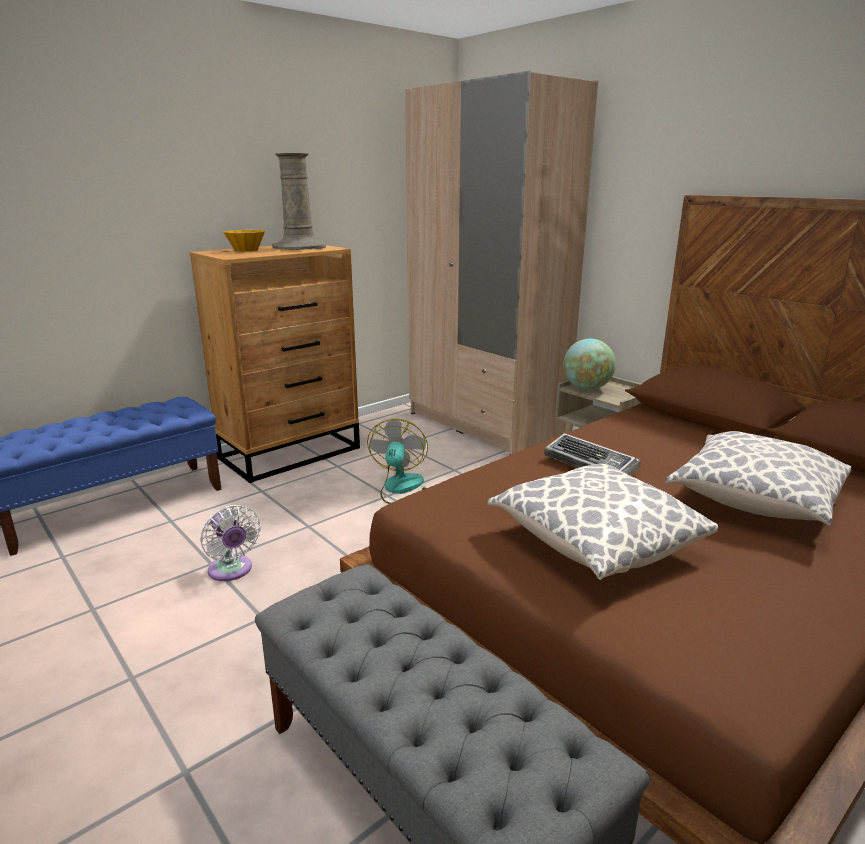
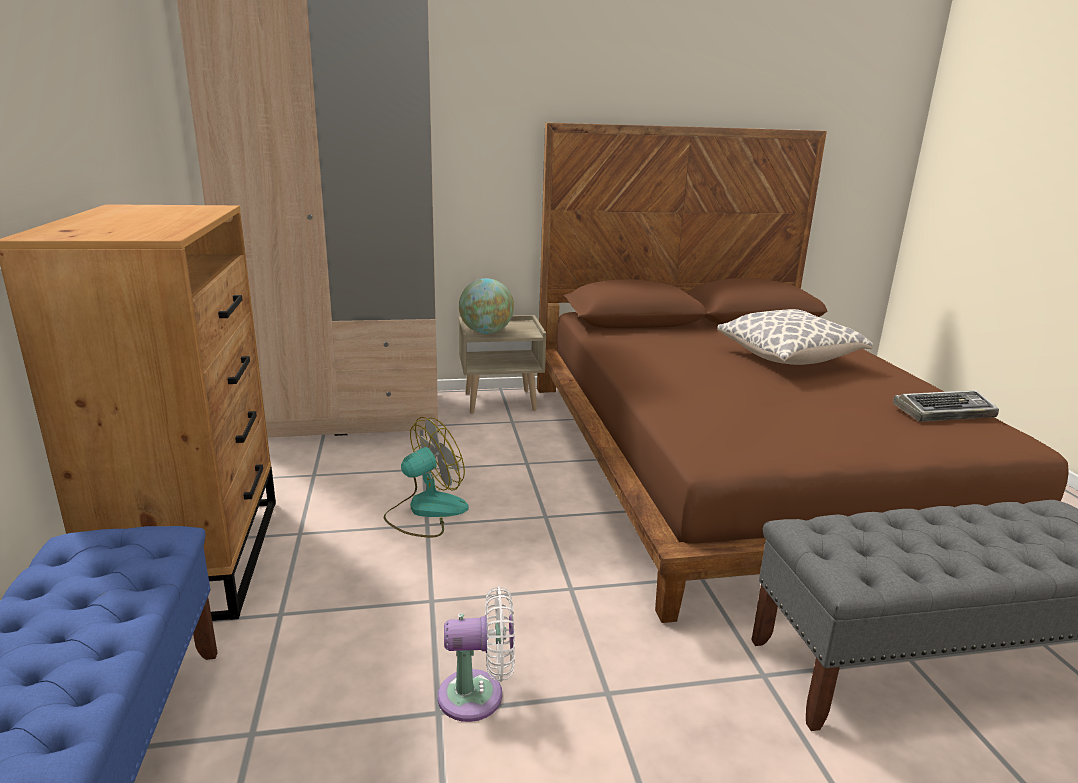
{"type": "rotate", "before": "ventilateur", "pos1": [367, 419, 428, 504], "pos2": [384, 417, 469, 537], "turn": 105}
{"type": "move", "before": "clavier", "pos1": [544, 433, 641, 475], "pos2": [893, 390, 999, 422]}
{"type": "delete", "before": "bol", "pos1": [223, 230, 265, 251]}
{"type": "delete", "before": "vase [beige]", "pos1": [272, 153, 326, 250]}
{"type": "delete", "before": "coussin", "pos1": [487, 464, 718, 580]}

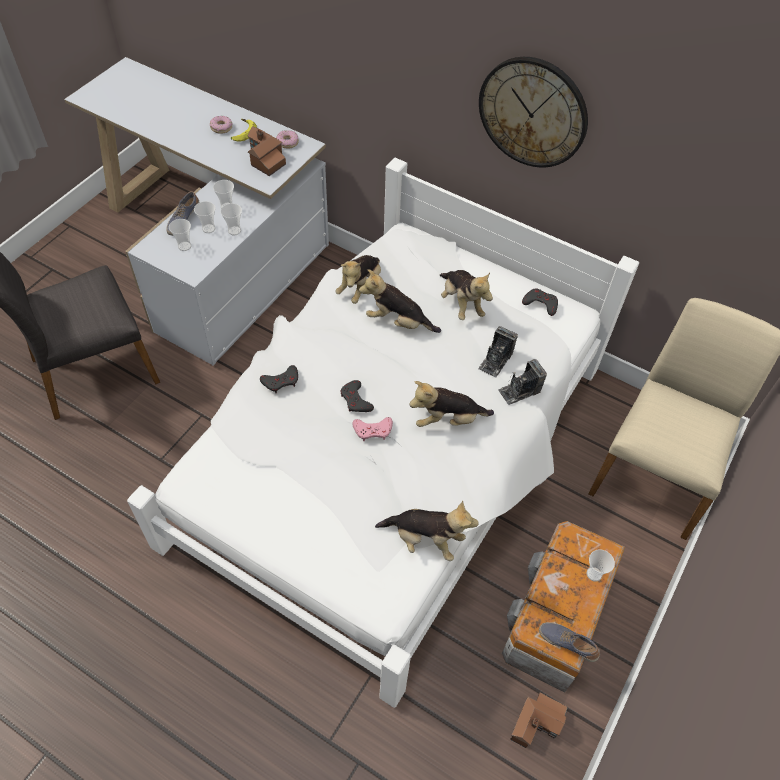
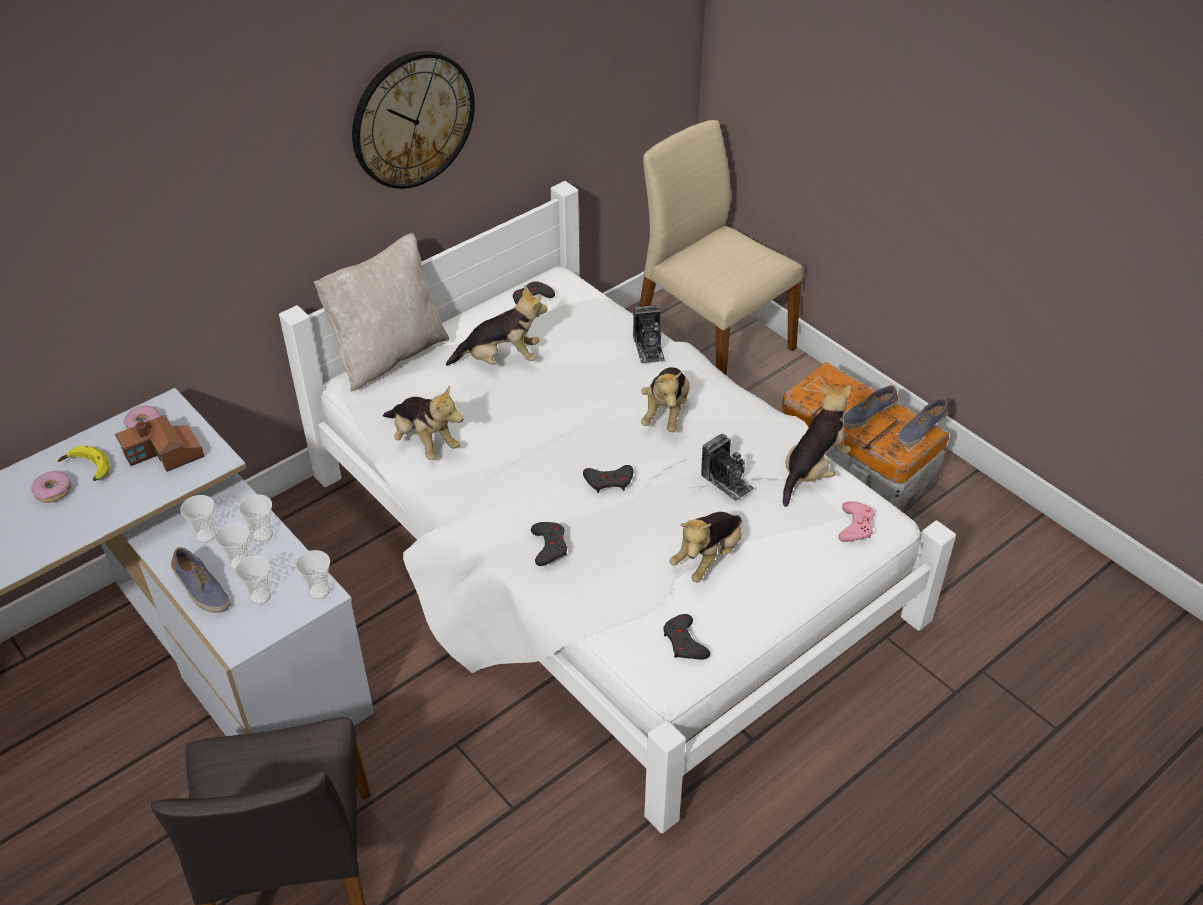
{"type": "move", "before": "tasse", "pos1": [587, 549, 615, 582], "pos2": [295, 550, 330, 599]}
{"type": "insert", "after": "coussin [beige]", "pos2": [314, 233, 449, 391]}
{"type": "insert", "after": "manette [gris]", "pos2": [663, 614, 710, 660]}
{"type": "move", "before": "peluche", "pos1": [359, 269, 441, 333], "pos2": [670, 512, 742, 582]}
{"type": "move", "before": "appareil photo", "pos1": [478, 326, 518, 378], "pos2": [701, 434, 754, 501]}
{"type": "move", "before": "manette [rose]", "pos1": [352, 417, 393, 441], "pos2": [838, 501, 875, 542]}
{"type": "insert", "after": "chaussure", "pos2": [843, 385, 898, 429]}
{"type": "delete", "before": "maison miniature", "pos1": [510, 693, 568, 748]}

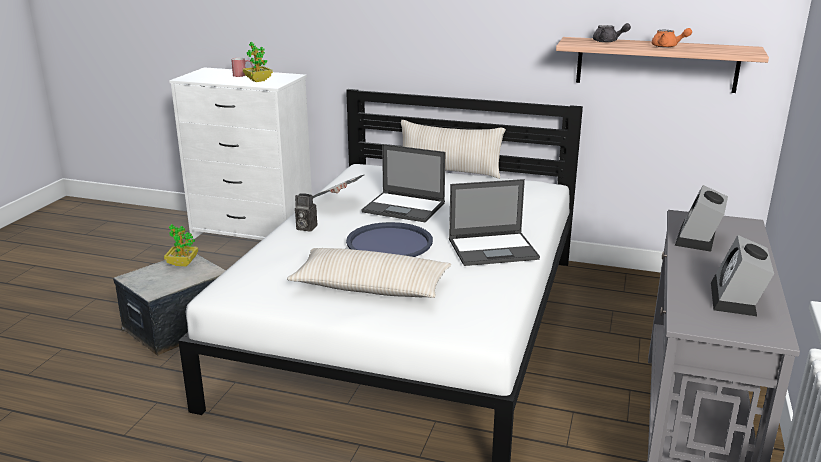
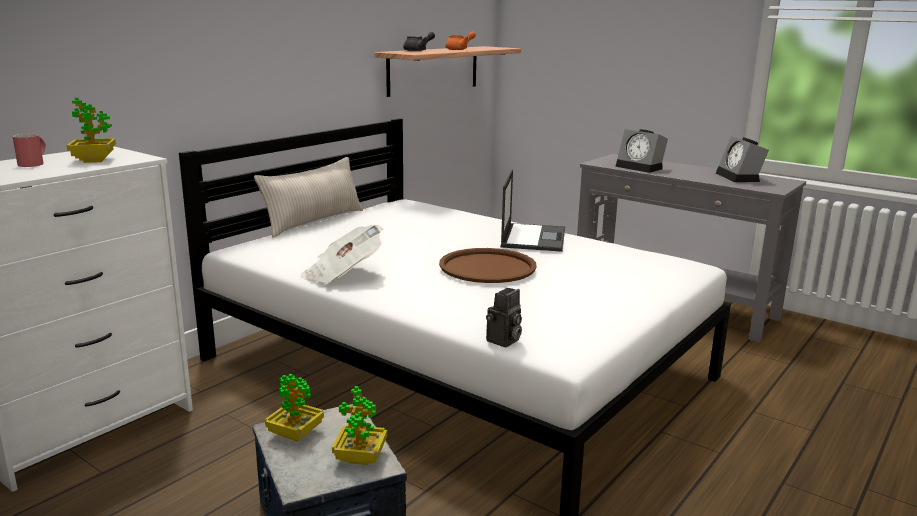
{"type": "insert", "after": "plante en pot", "pos2": [332, 386, 387, 465]}
{"type": "recolor", "before": "plateau [bleu]", "after": "plateau [marron]", "pos1": [346, 222, 433, 257], "pos2": [439, 248, 537, 283]}
{"type": "move", "before": "appareil photo", "pos1": [295, 193, 317, 232], "pos2": [486, 288, 522, 347]}
{"type": "rotate", "before": "réveil", "pos1": [711, 235, 774, 316], "pos2": [716, 136, 769, 182], "turn": 45}
{"type": "delete", "before": "coussin [beige]", "pos1": [287, 248, 451, 298]}
{"type": "delete", "before": "ordinateur portable", "pos1": [362, 144, 445, 222]}

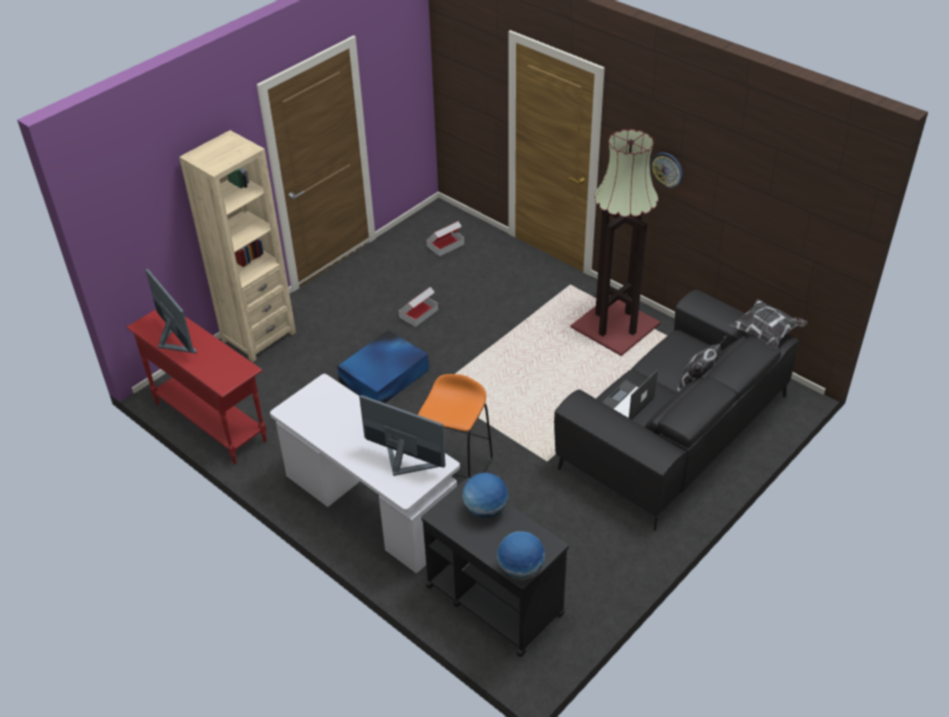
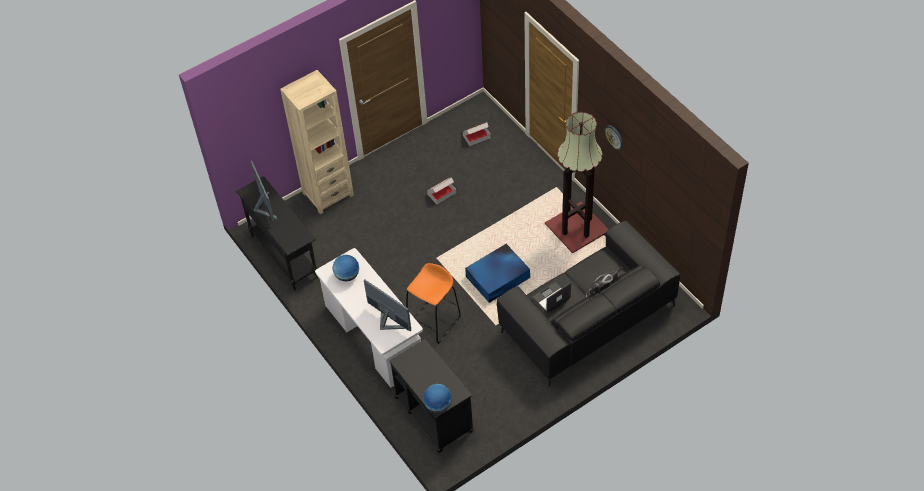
{"type": "recolor", "before": "table console [rouge]", "after": "table console [noir]", "pos1": [126, 309, 267, 464], "pos2": [236, 176, 318, 291]}
{"type": "move", "before": "globe", "pos1": [462, 472, 508, 519], "pos2": [333, 255, 359, 281]}
{"type": "move", "before": "boîte de rangement [bleu]", "pos1": [337, 330, 429, 403], "pos2": [465, 244, 530, 303]}
{"type": "delete", "before": "coussin", "pos1": [728, 299, 808, 350]}

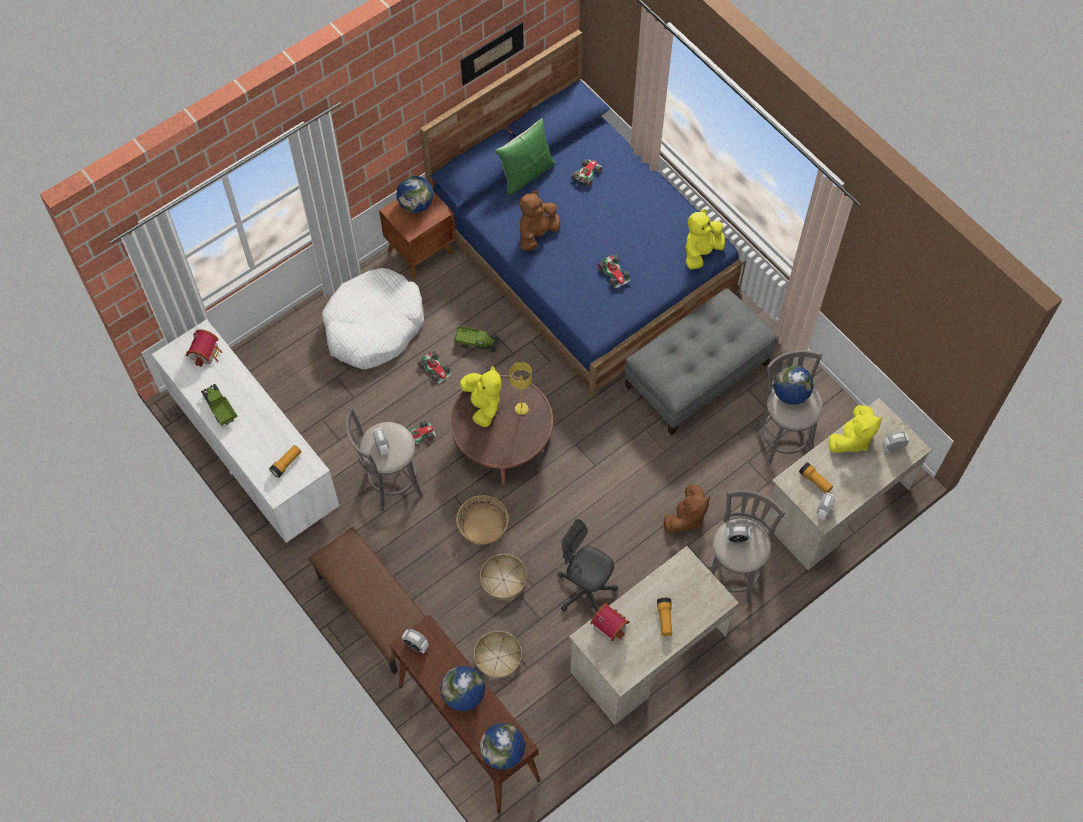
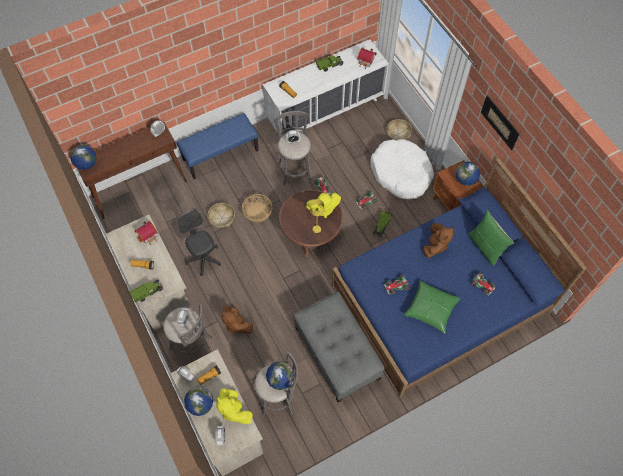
{"type": "insert", "after": "camion jouet", "pos2": [130, 280, 163, 303]}
{"type": "recolor", "before": "banc [marron]", "after": "banc [bleu]", "pos1": [309, 527, 426, 674], "pos2": [177, 113, 259, 179]}
{"type": "rotate", "before": "chaise de bureau [gris]", "pos1": [558, 519, 618, 615], "pos2": [178, 208, 221, 276], "turn": -75}
{"type": "move", "before": "globe", "pos1": [440, 666, 485, 711], "pos2": [184, 386, 213, 416]}
{"type": "move", "before": "panier", "pos1": [474, 631, 522, 679], "pos2": [386, 119, 412, 141]}
{"type": "insert", "after": "coussin [vert]", "pos2": [404, 281, 460, 334]}
{"type": "rotate", "before": "peluche [marron]", "pos1": [519, 191, 560, 251], "pos2": [423, 223, 454, 258], "turn": 60}
{"type": "move", "before": "tableau", "pos1": [460, 22, 523, 86], "pos2": [481, 95, 520, 150]}
{"type": "delete", "before": "peluche [jaune]", "pos1": [686, 209, 725, 270]}

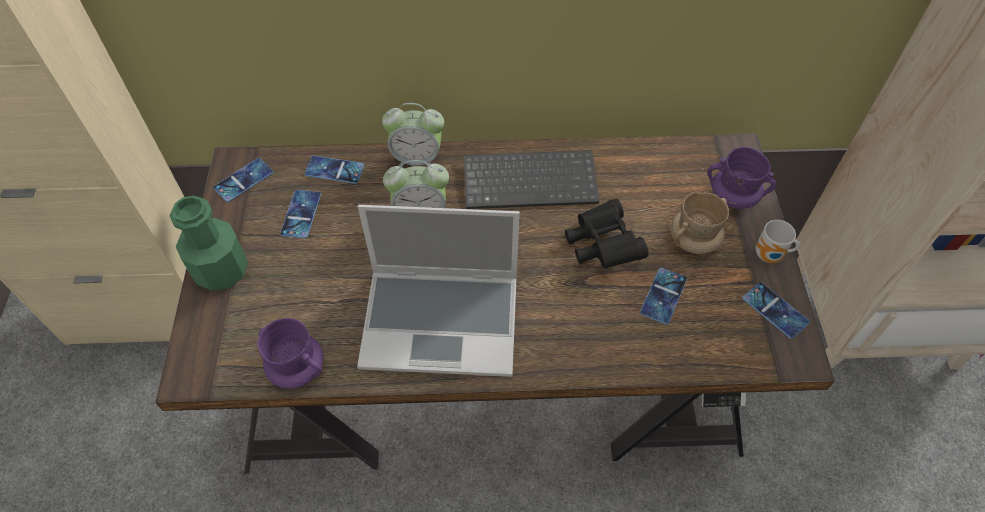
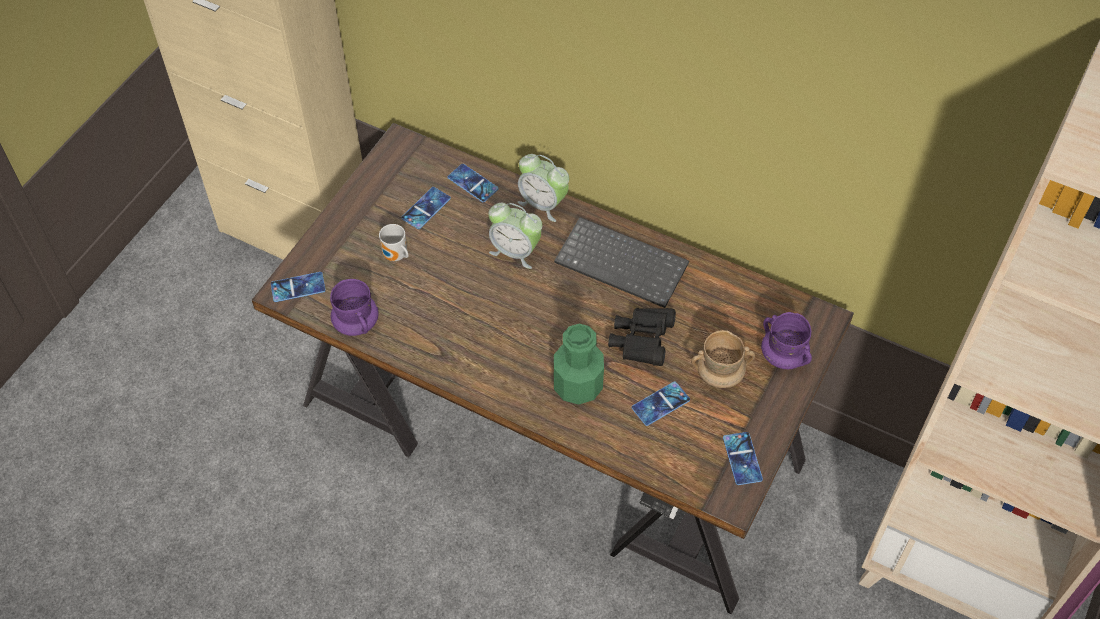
{"type": "move", "before": "téléphone", "pos1": [213, 158, 273, 202], "pos2": [271, 272, 326, 302]}
{"type": "move", "before": "mug", "pos1": [756, 220, 800, 263], "pos2": [379, 224, 409, 261]}
{"type": "move", "before": "bouteille [vert]", "pos1": [170, 196, 248, 291], "pos2": [554, 324, 604, 405]}
{"type": "delete", "before": "ordinateur portable", "pos1": [357, 205, 520, 377]}

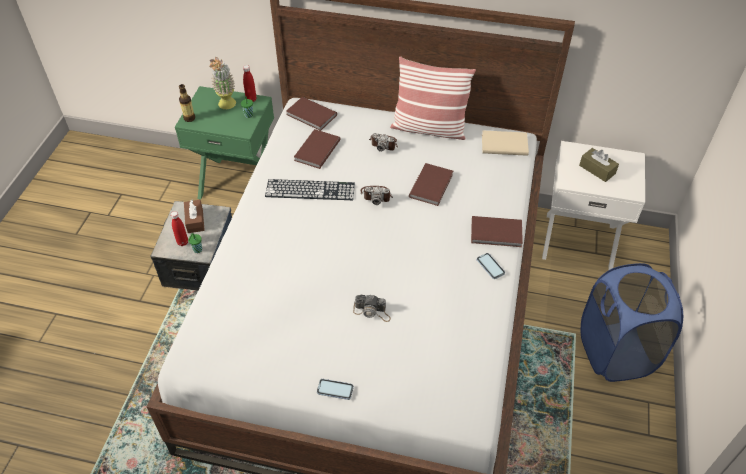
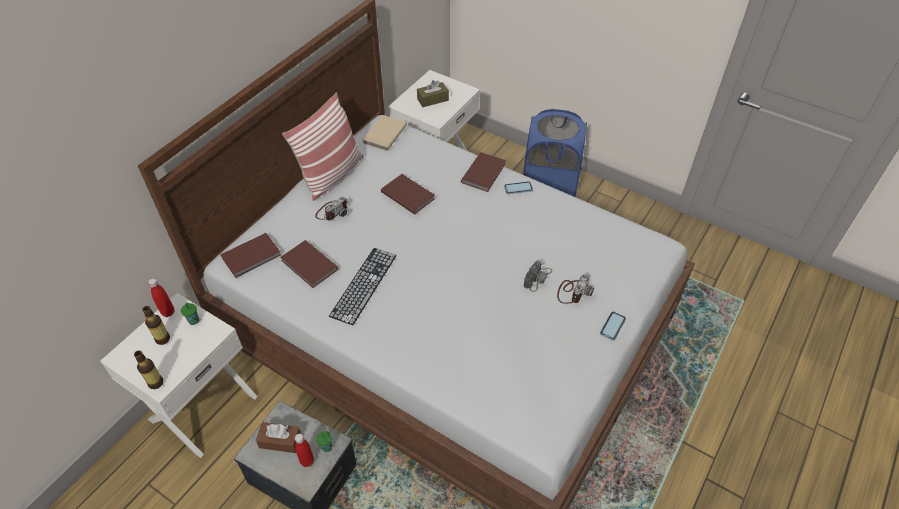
{"type": "recolor", "before": "table de chevet [vert]", "after": "table de chevet [blanc]", "pos1": [175, 86, 274, 199], "pos2": [100, 293, 258, 458]}
{"type": "replace", "before": "plante en pot", "after": "bouteille", "pos1": [209, 57, 236, 109], "pos2": [142, 306, 170, 345]}
{"type": "move", "before": "appareil photo", "pos1": [361, 186, 393, 205], "pos2": [557, 274, 594, 304]}

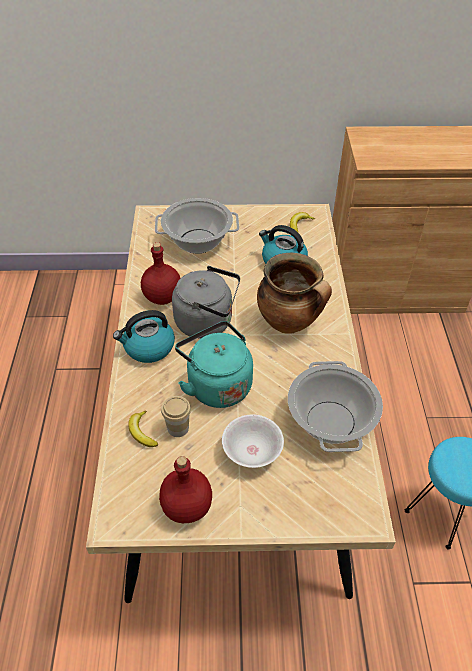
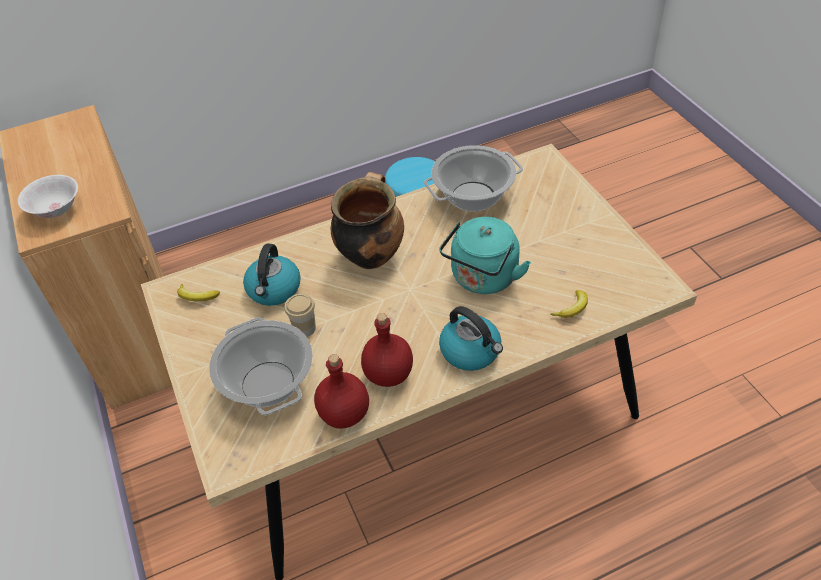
{"type": "move", "before": "bol [blanc]", "pos1": [222, 415, 284, 468], "pos2": [18, 175, 78, 218]}
{"type": "move", "before": "tasse", "pos1": [161, 396, 191, 437], "pos2": [285, 294, 316, 337]}
{"type": "move", "before": "bouteille [rouge]", "pos1": [159, 456, 212, 523], "pos2": [314, 354, 369, 429]}
{"type": "delete", "before": "bouilloire [gris]", "pos1": [172, 266, 240, 339]}

